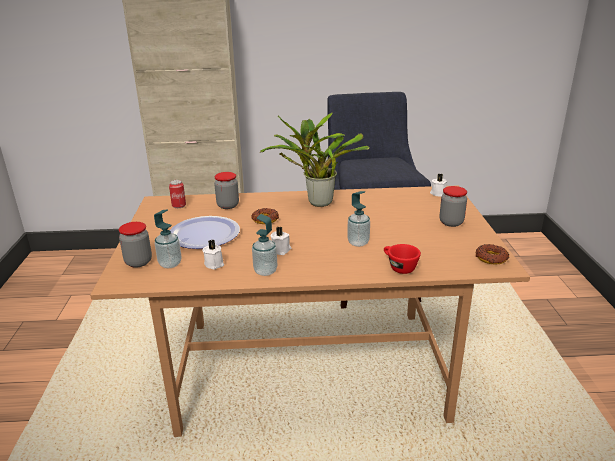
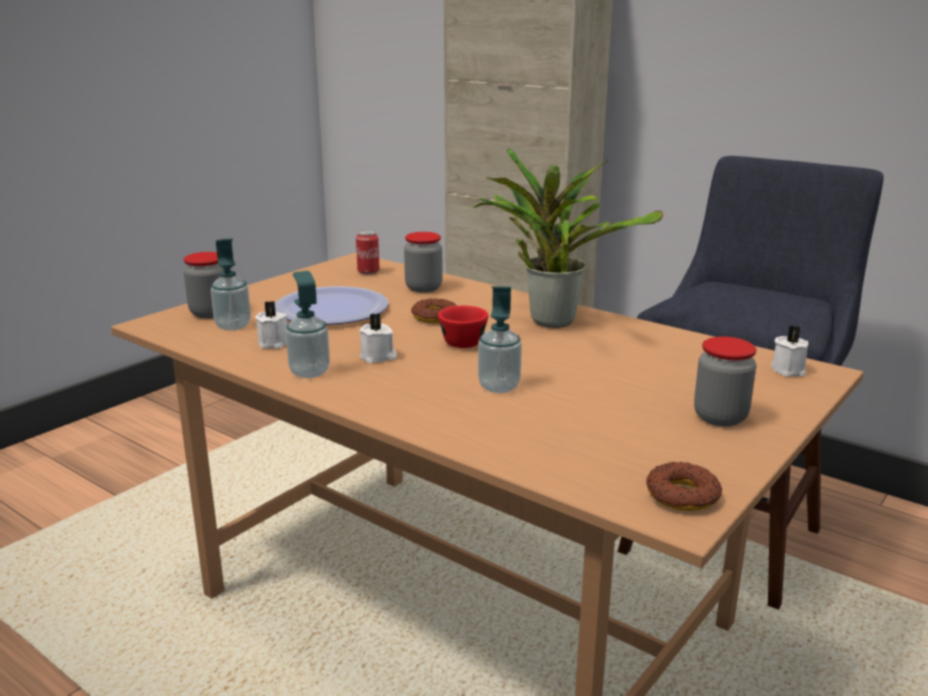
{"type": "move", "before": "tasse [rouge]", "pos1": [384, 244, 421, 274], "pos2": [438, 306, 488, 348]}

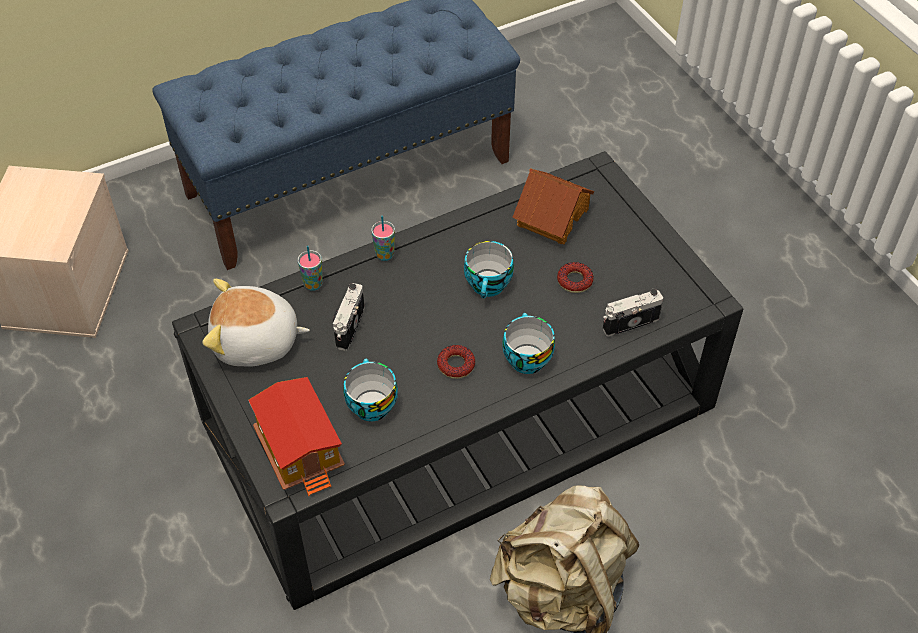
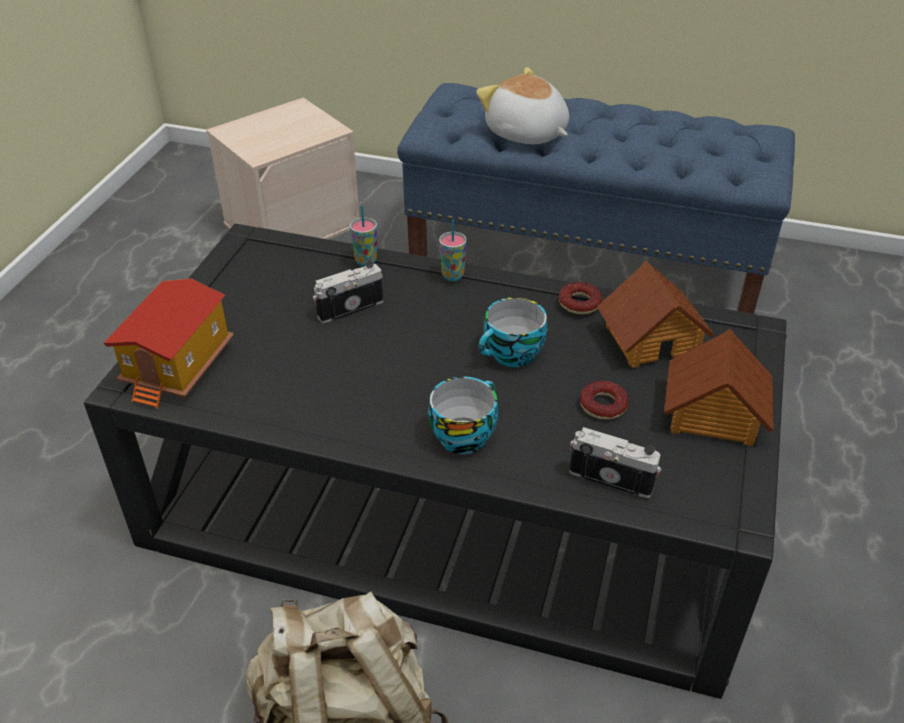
{"type": "move", "before": "peluche", "pos1": [203, 279, 310, 367], "pos2": [476, 67, 569, 144]}
{"type": "move", "before": "beignet", "pos1": [437, 345, 475, 379], "pos2": [559, 282, 602, 314]}
{"type": "insert", "after": "maison miniature", "pos2": [664, 329, 773, 446]}
{"type": "delete", "before": "tasse", "pos1": [343, 359, 398, 421]}

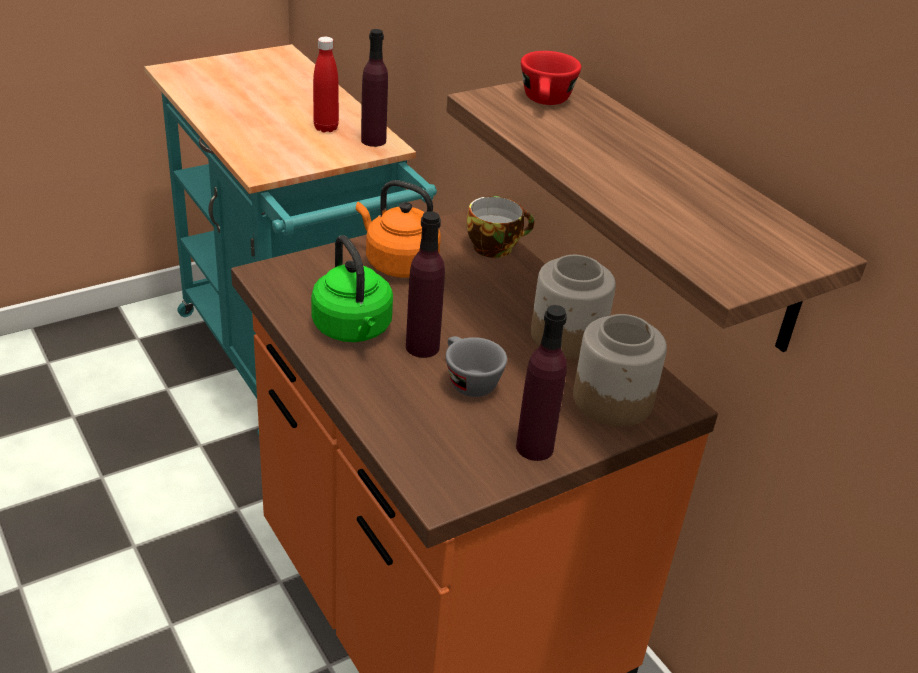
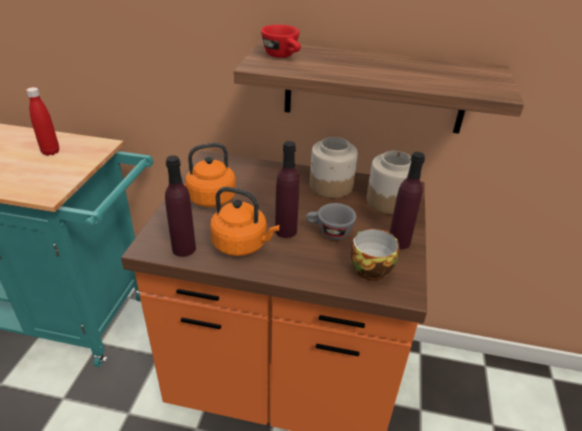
{"type": "move", "before": "bouteille [violet]", "pos1": [361, 29, 388, 147], "pos2": [165, 155, 196, 257]}
{"type": "recolor", "before": "bouilloire [vert]", "after": "bouilloire [orange]", "pos1": [311, 235, 393, 342], "pos2": [210, 187, 280, 256]}
{"type": "move", "before": "tasse", "pos1": [467, 196, 535, 258], "pos2": [350, 228, 399, 281]}

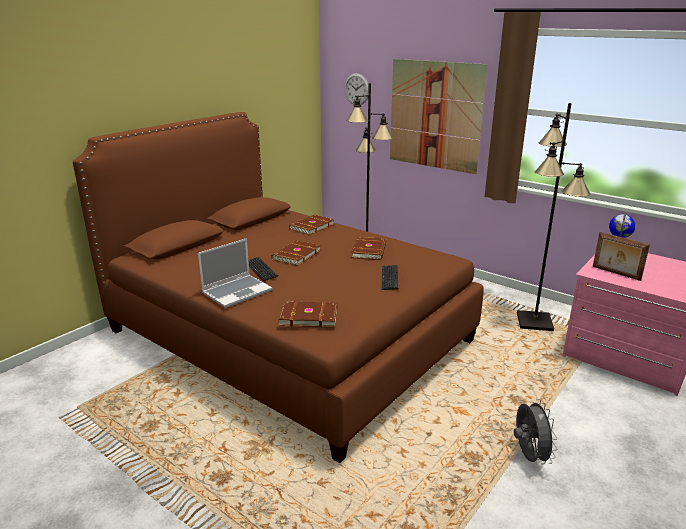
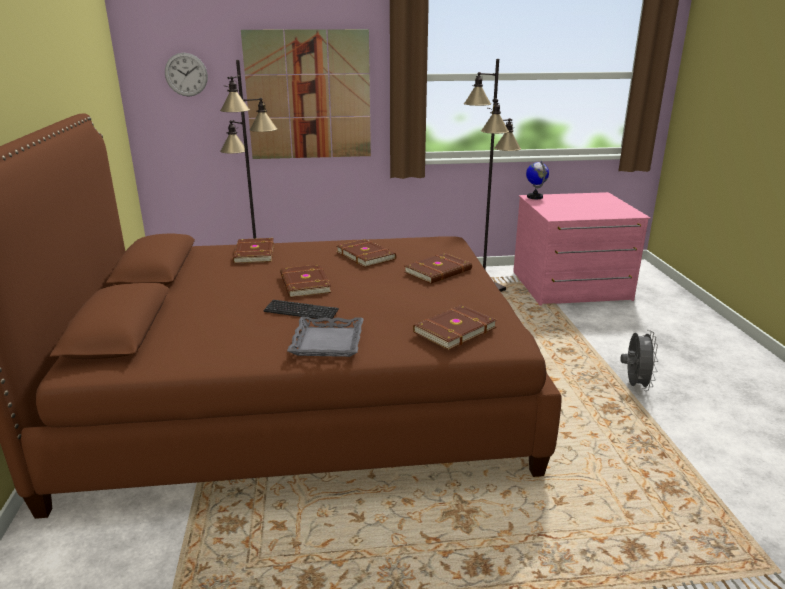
{"type": "replace", "before": "ordinateur portable", "after": "plateau [gris]", "pos1": [198, 238, 272, 308], "pos2": [287, 317, 364, 357]}
{"type": "replace", "before": "clavier", "after": "livre [marron]", "pos1": [382, 265, 398, 290], "pos2": [404, 253, 472, 284]}
{"type": "rotate", "before": "ventilateur [gris]", "pos1": [514, 399, 557, 464], "pos2": [621, 330, 658, 391], "turn": 60}
{"type": "delete", "before": "cadre photo", "pos1": [593, 232, 650, 281]}

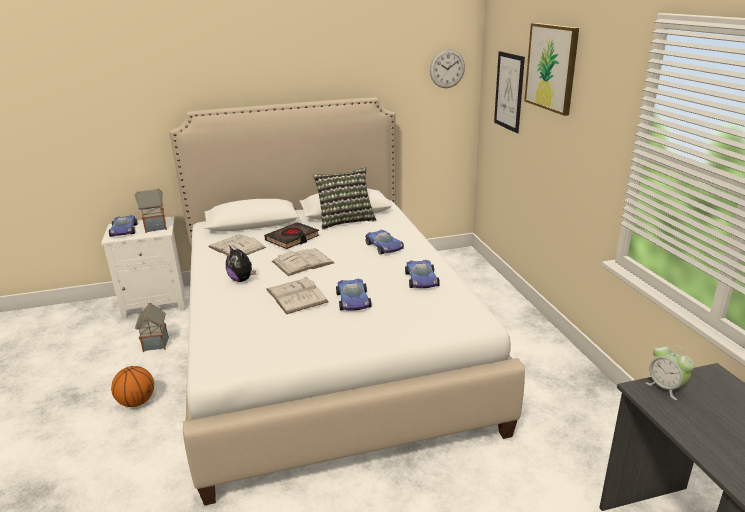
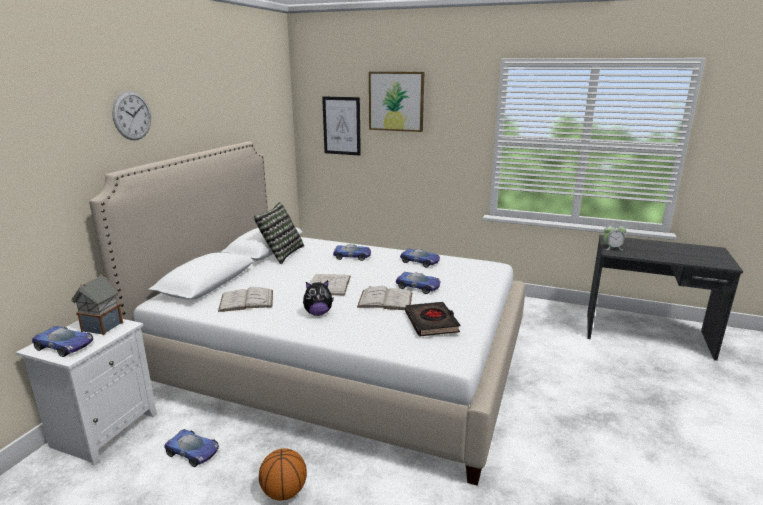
{"type": "move", "before": "horloge murale", "pos1": [430, 49, 465, 88], "pos2": [112, 91, 151, 140]}
{"type": "replace", "before": "maison miniature", "after": "petite voiture", "pos1": [135, 302, 169, 352], "pos2": [164, 429, 219, 467]}
{"type": "move", "before": "livre [noir]", "pos1": [264, 222, 319, 249], "pos2": [405, 302, 460, 336]}

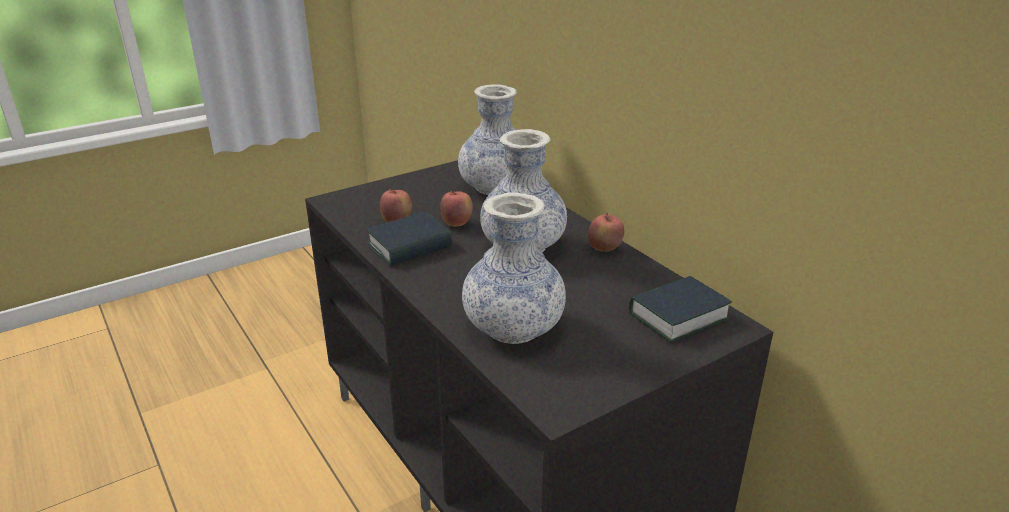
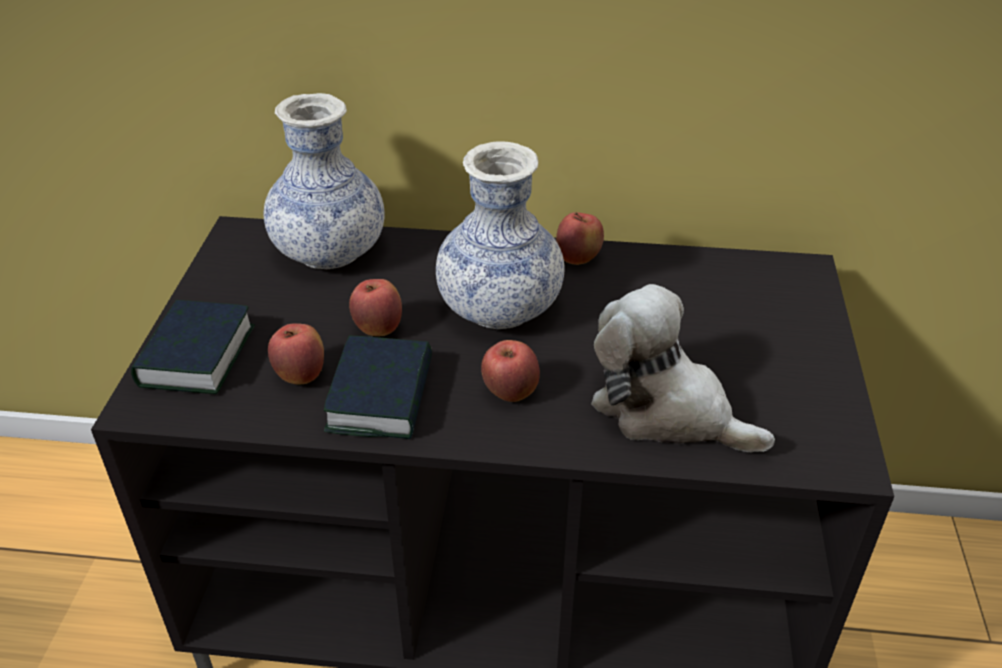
{"type": "move", "before": "livre", "pos1": [629, 276, 732, 342], "pos2": [131, 300, 255, 394]}
{"type": "insert", "after": "pomme", "pos2": [481, 340, 540, 402]}
{"type": "replace", "before": "vase", "after": "peluche", "pos1": [462, 192, 566, 344], "pos2": [591, 284, 775, 453]}

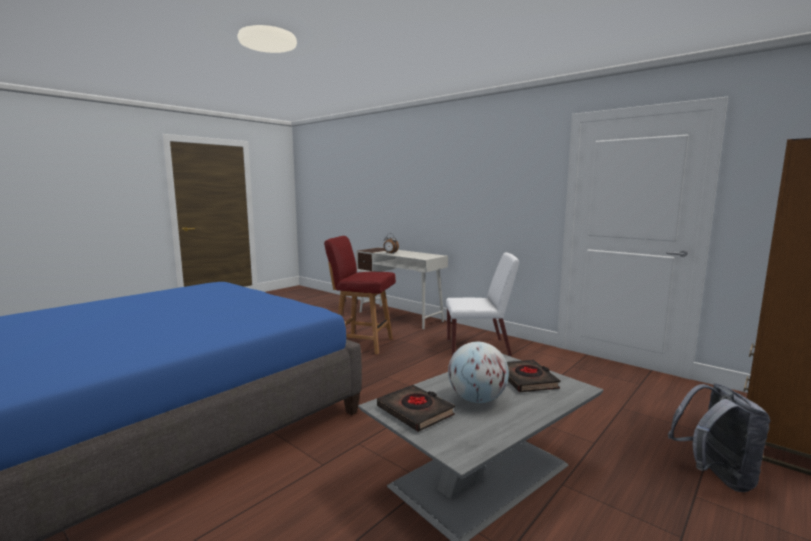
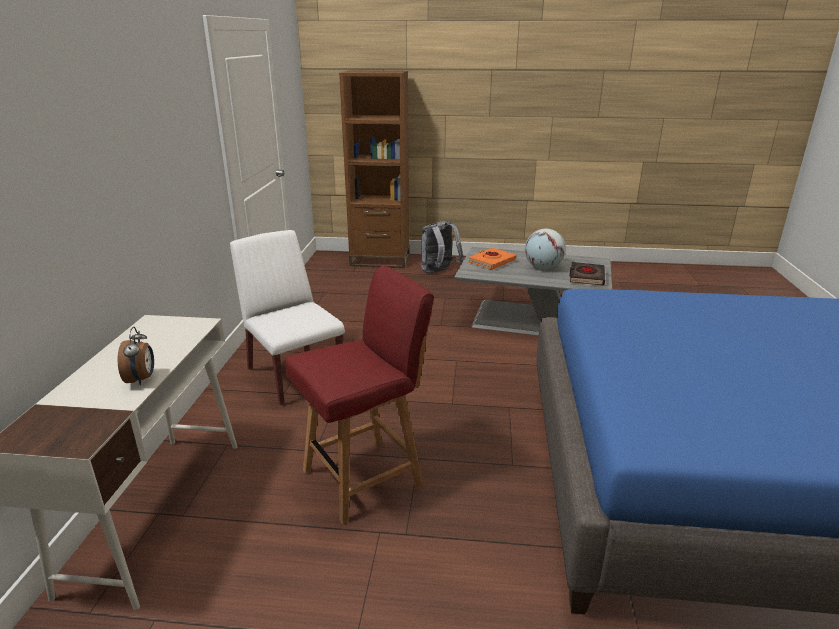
{"type": "rotate", "before": "chaise [rouge]", "pos1": [324, 236, 396, 354], "pos2": [285, 266, 434, 524], "turn": -105}
{"type": "recolor", "before": "livre [noir]", "after": "livre [orange]", "pos1": [507, 360, 561, 392], "pos2": [469, 248, 517, 270]}

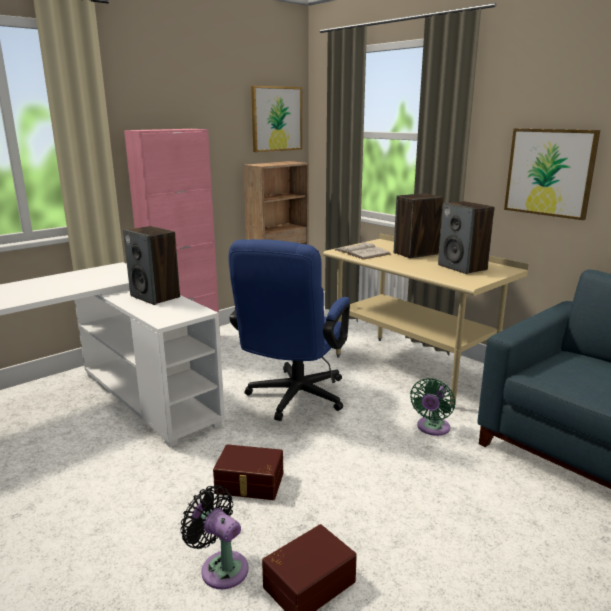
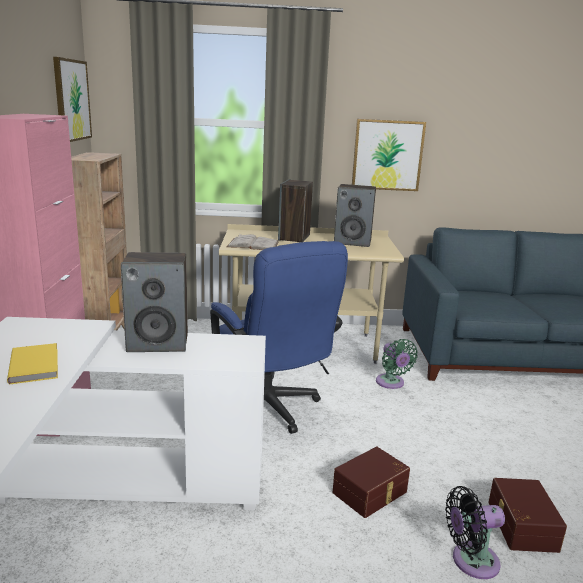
{"type": "insert", "after": "livre [jaune]", "pos2": [7, 343, 58, 384]}

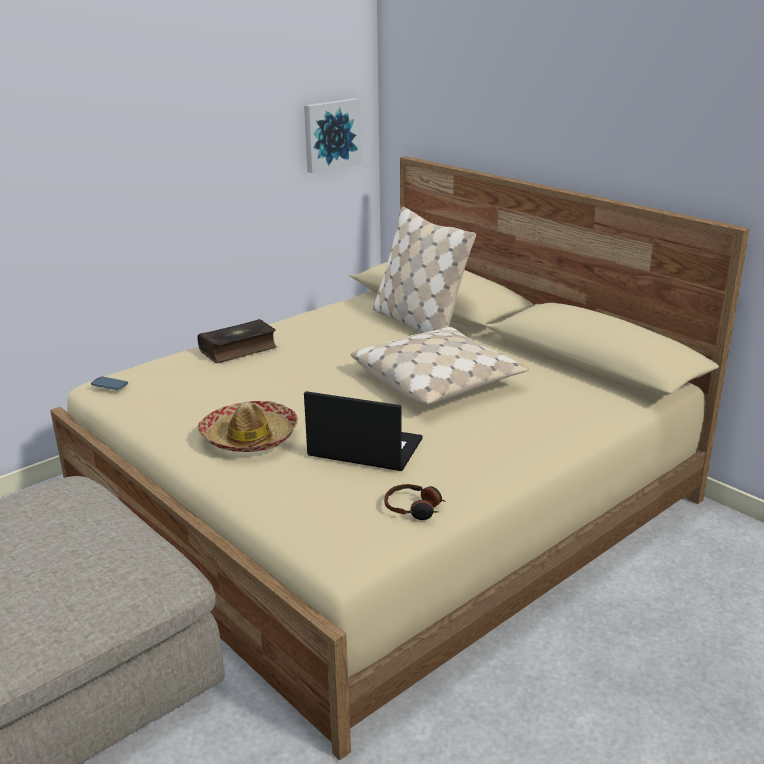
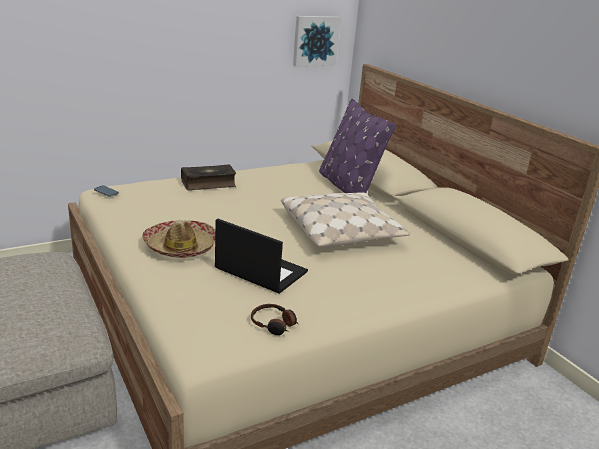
{"type": "recolor", "before": "coussin [beige]", "after": "coussin [violet]", "pos1": [373, 207, 476, 333], "pos2": [319, 99, 396, 193]}

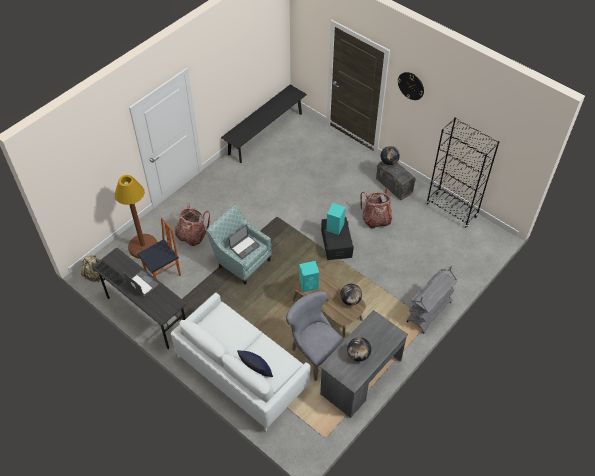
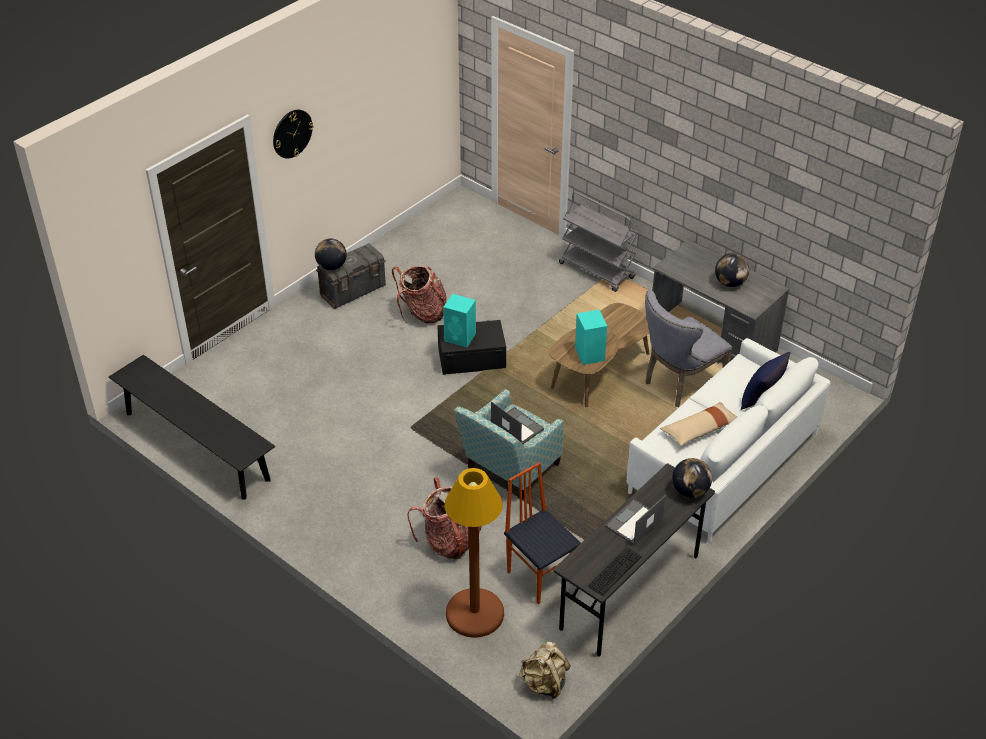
{"type": "insert", "after": "coussin [beige]", "pos2": [660, 402, 737, 446]}
{"type": "move", "before": "globe", "pos1": [340, 284, 362, 306], "pos2": [672, 458, 712, 498]}
{"type": "delete", "before": "bibliothèque [noir]", "pos1": [426, 117, 499, 228]}

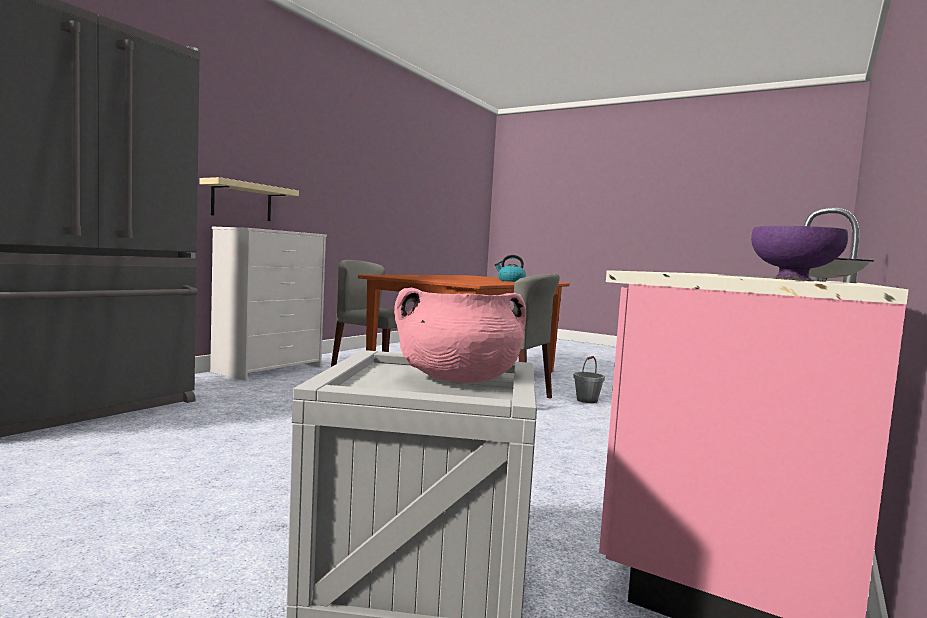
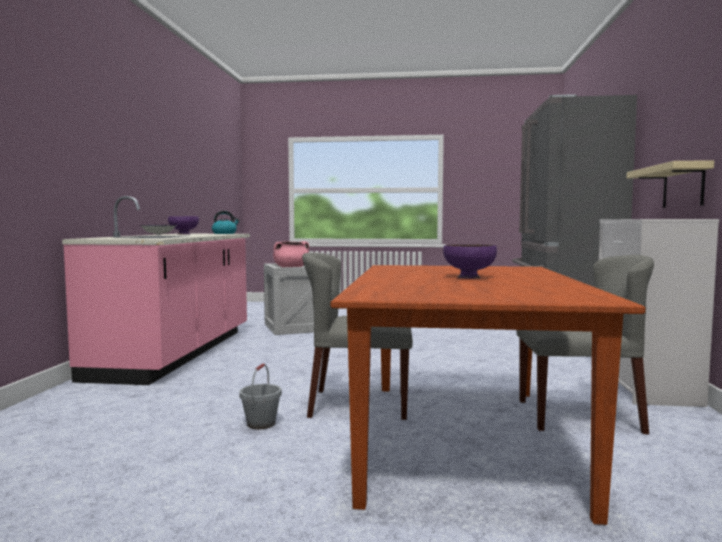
{"type": "move", "before": "bouilloire", "pos1": [495, 255, 526, 282], "pos2": [212, 211, 240, 234]}
{"type": "insert", "after": "bol [violet]", "pos2": [443, 244, 497, 279]}

